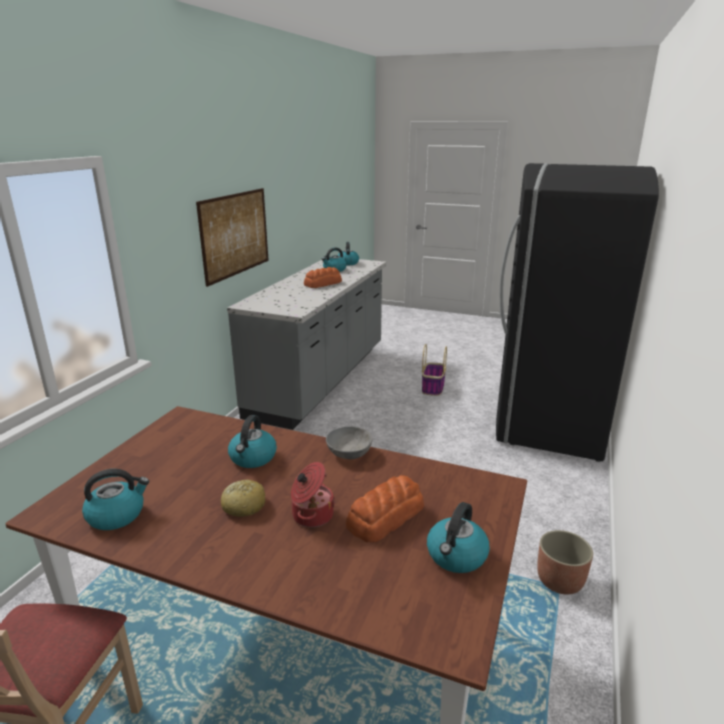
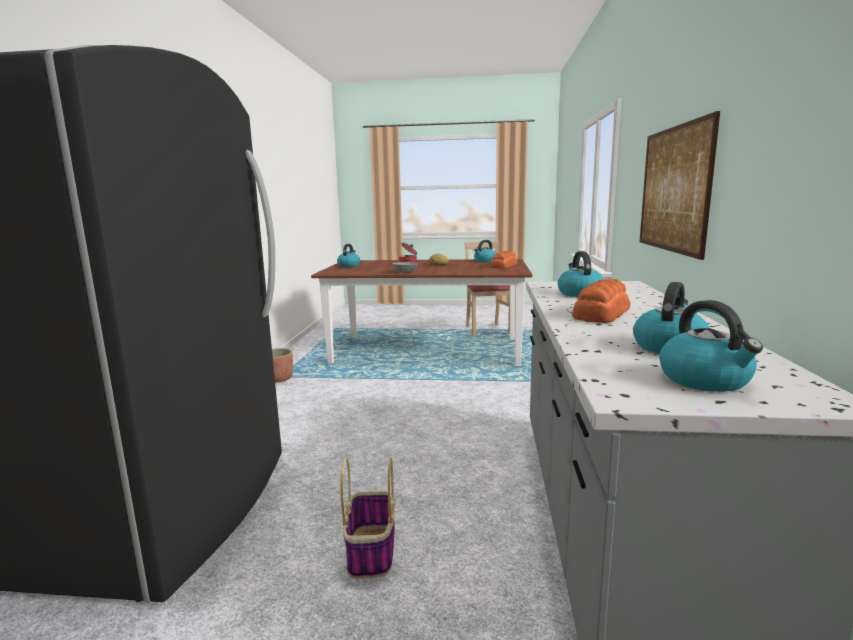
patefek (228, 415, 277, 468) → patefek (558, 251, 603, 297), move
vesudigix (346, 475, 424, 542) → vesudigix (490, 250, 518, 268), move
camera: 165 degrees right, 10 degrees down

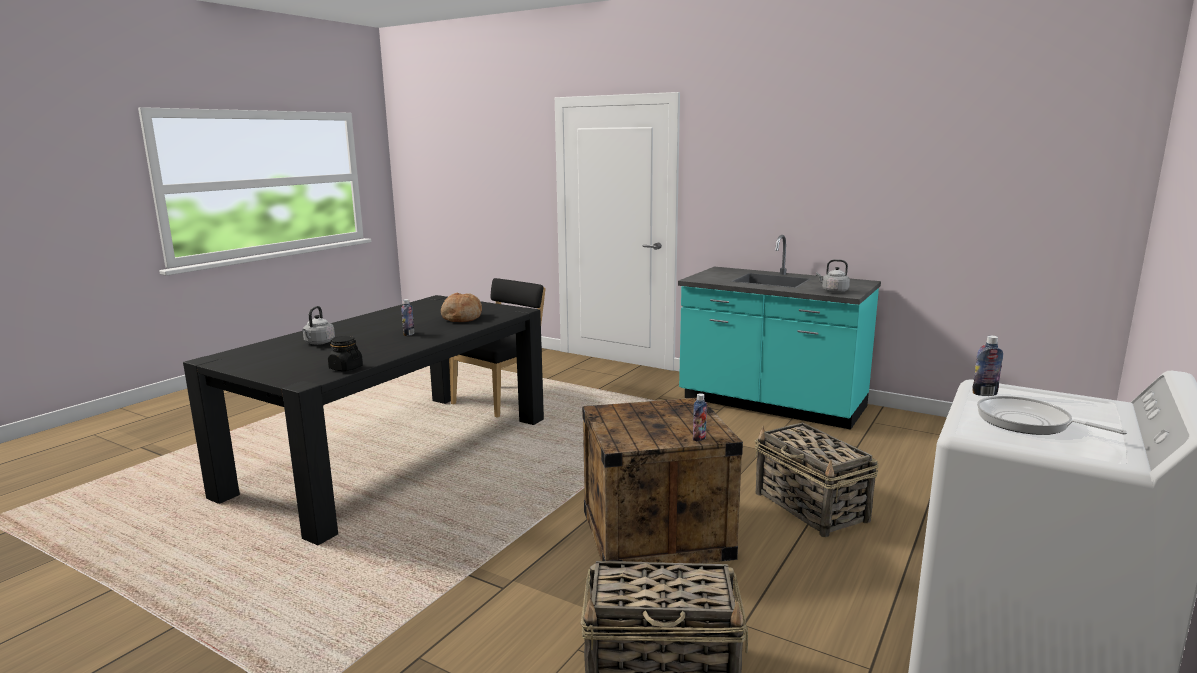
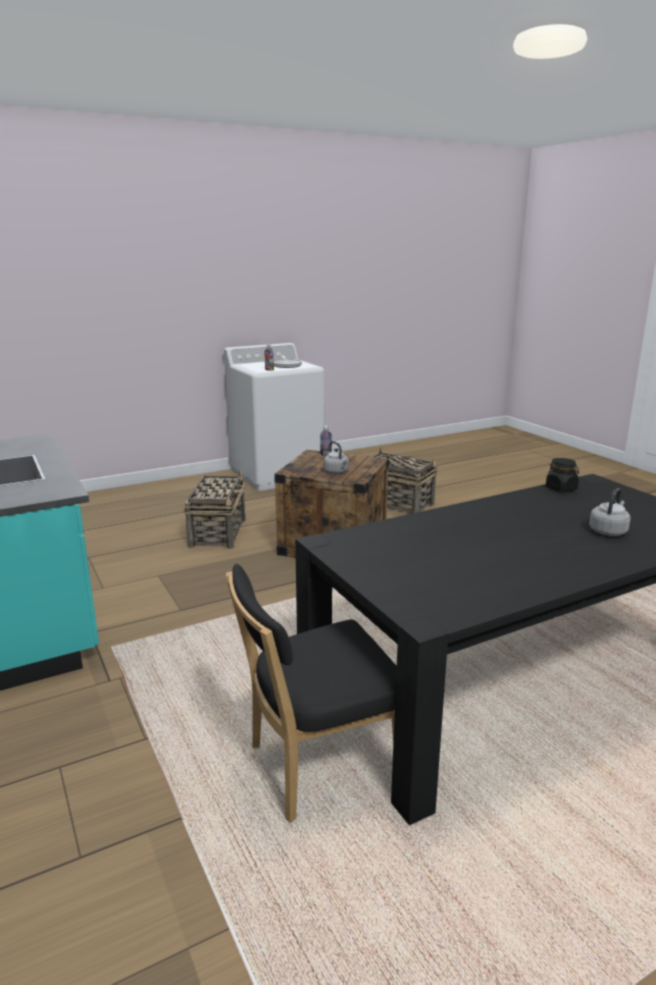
grey patefek (816, 259, 850, 293) → grey patefek (324, 441, 349, 474), move
vesudigix (441, 293, 482, 322) → -
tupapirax (401, 299, 414, 336) → -
camera: 150 degrees left, 5 degrees up

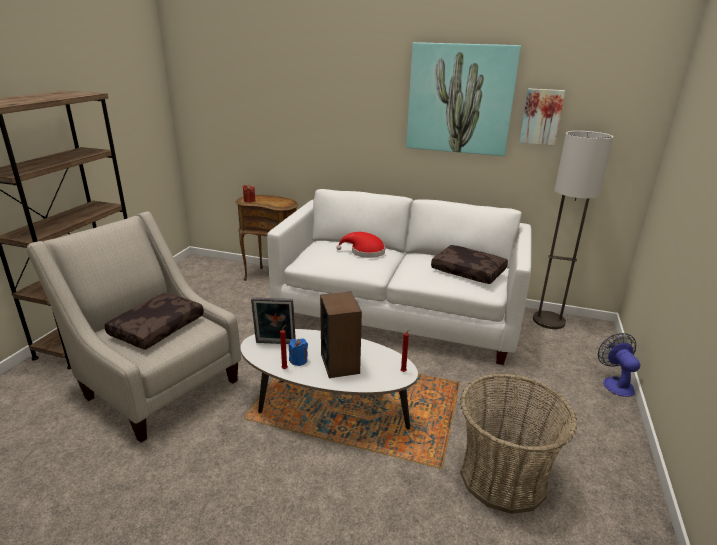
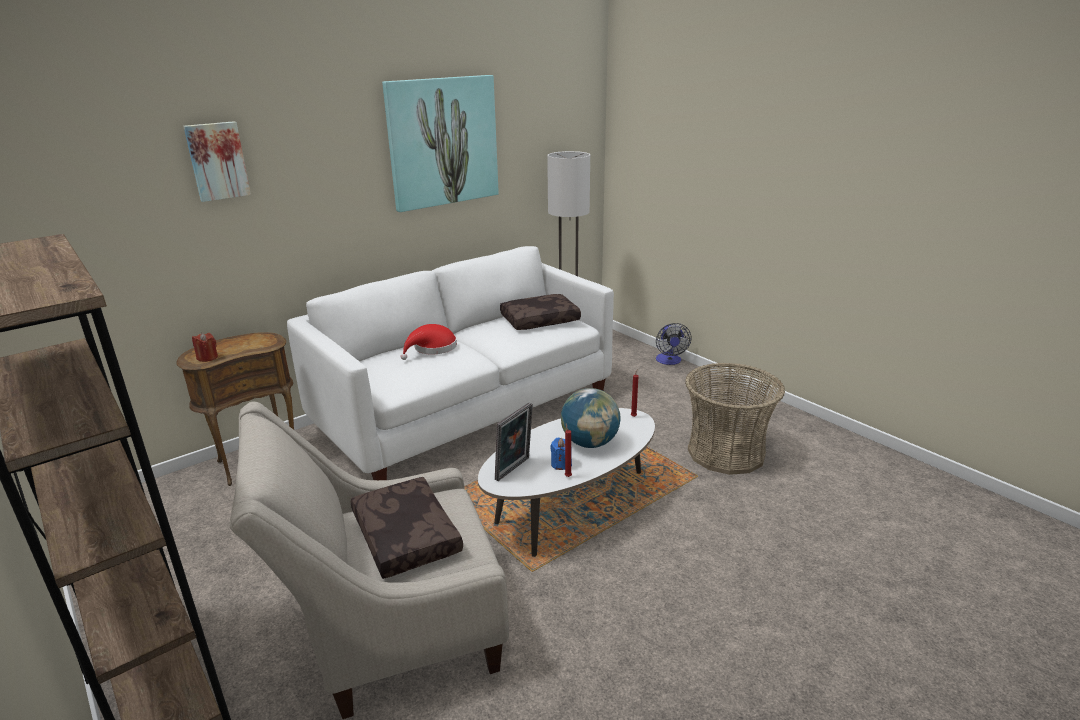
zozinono (519, 88, 565, 145) → zozinono (183, 121, 251, 202), move
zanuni (320, 291, 362, 378) → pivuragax (561, 388, 621, 448)
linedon (598, 333, 640, 397) → linedon (656, 323, 692, 365), 120 degrees counterclockwise
camera: 55 degrees left, 0 degrees up

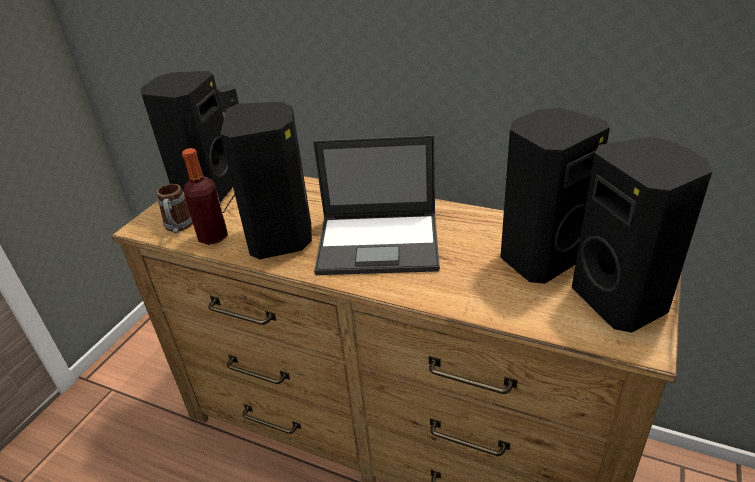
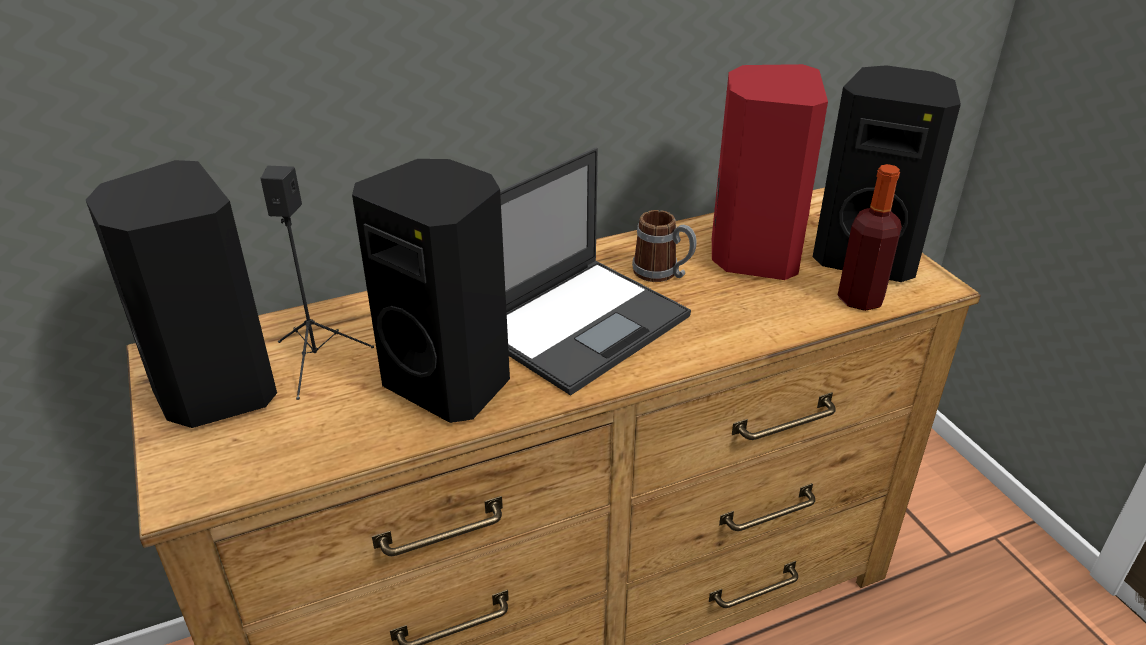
black zanuni (500, 108, 610, 284) → red zanuni (712, 64, 828, 280)
tupapirax (182, 148, 228, 245) → tupapirax (837, 164, 902, 311), move
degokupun (156, 184, 193, 233) → degokupun (632, 210, 697, 282), move
camera: 50 degrees left, 0 degrees up

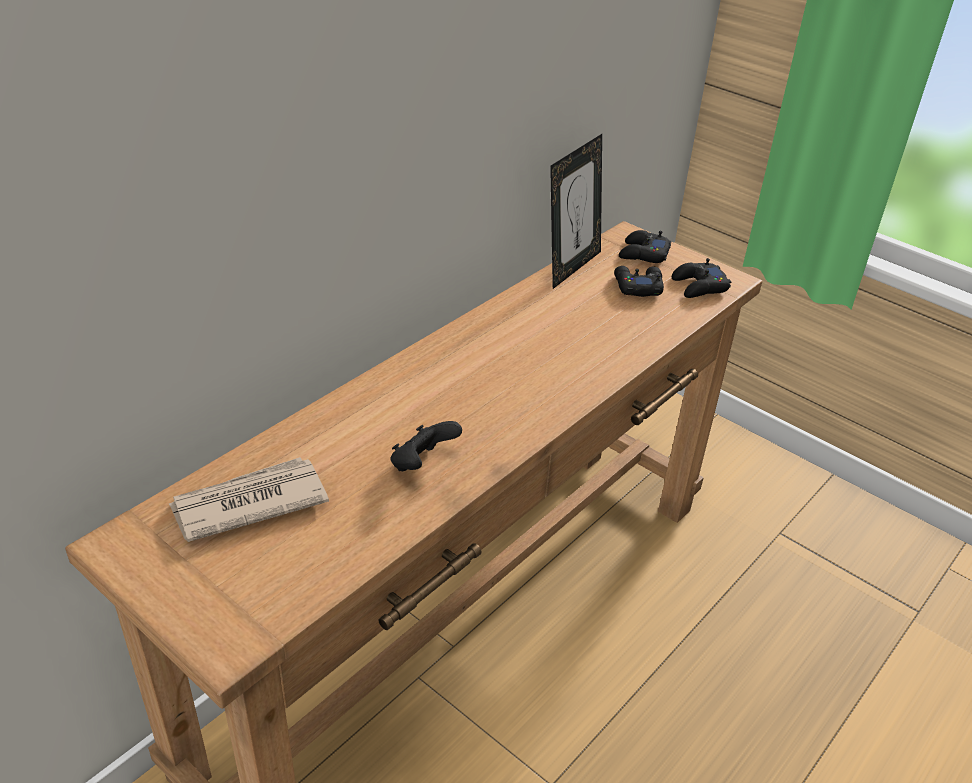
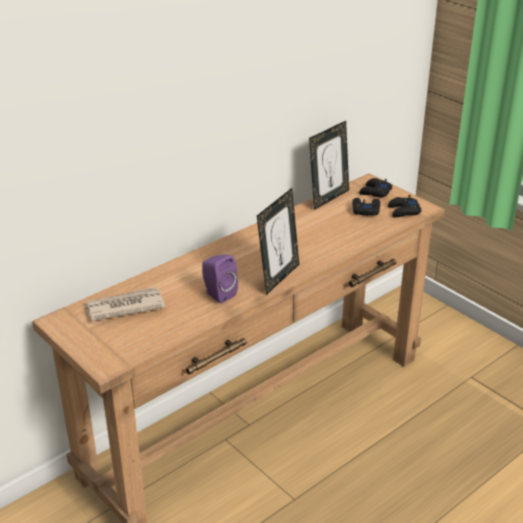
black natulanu (390, 421, 462, 471) → purple zanuni (202, 254, 238, 303)
- → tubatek (257, 188, 299, 295)
camera: 10 degrees right, 5 degrees down

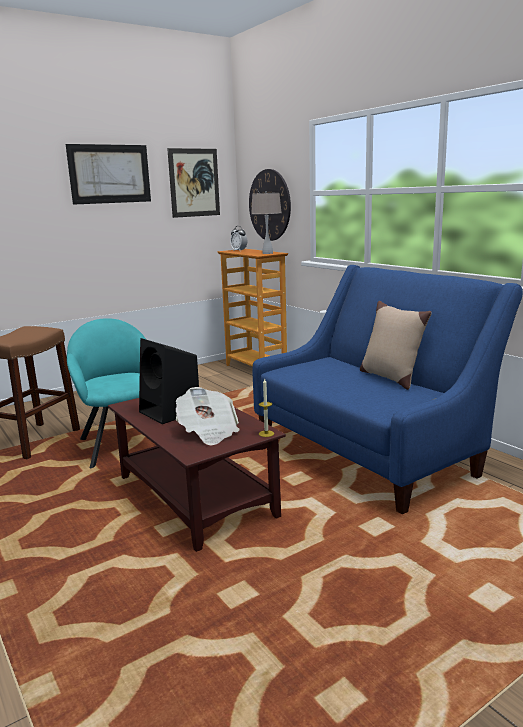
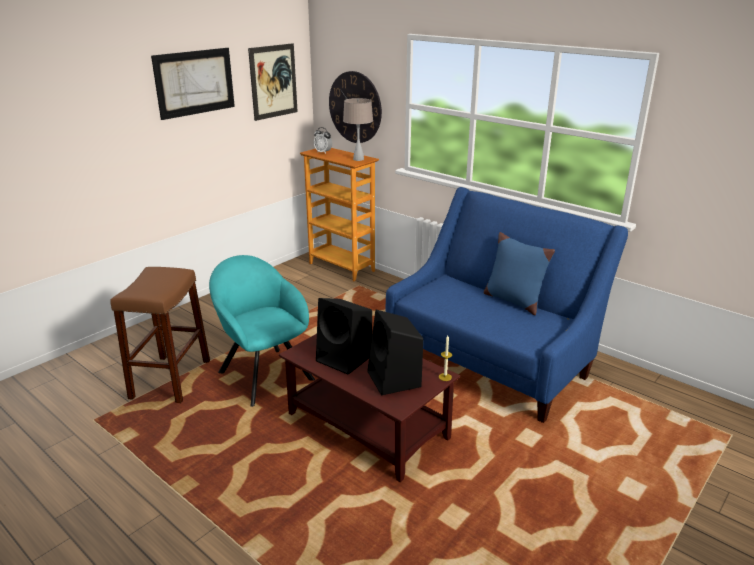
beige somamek (360, 301, 431, 390) → blue somamek (484, 232, 555, 315)
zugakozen (176, 387, 240, 446) → black zanuni (367, 310, 423, 395)
camera: 15 degrees left, 10 degrees up

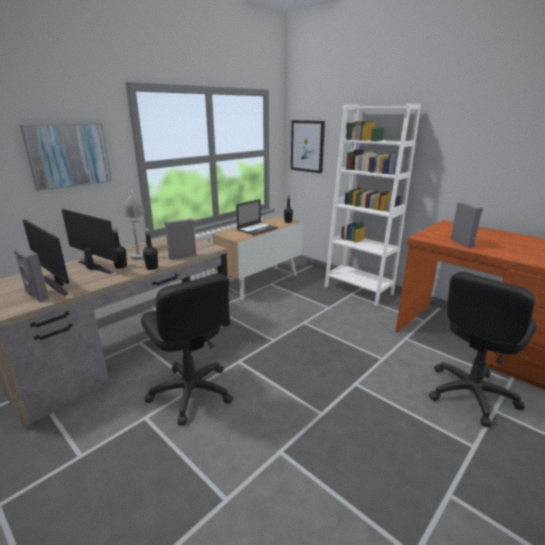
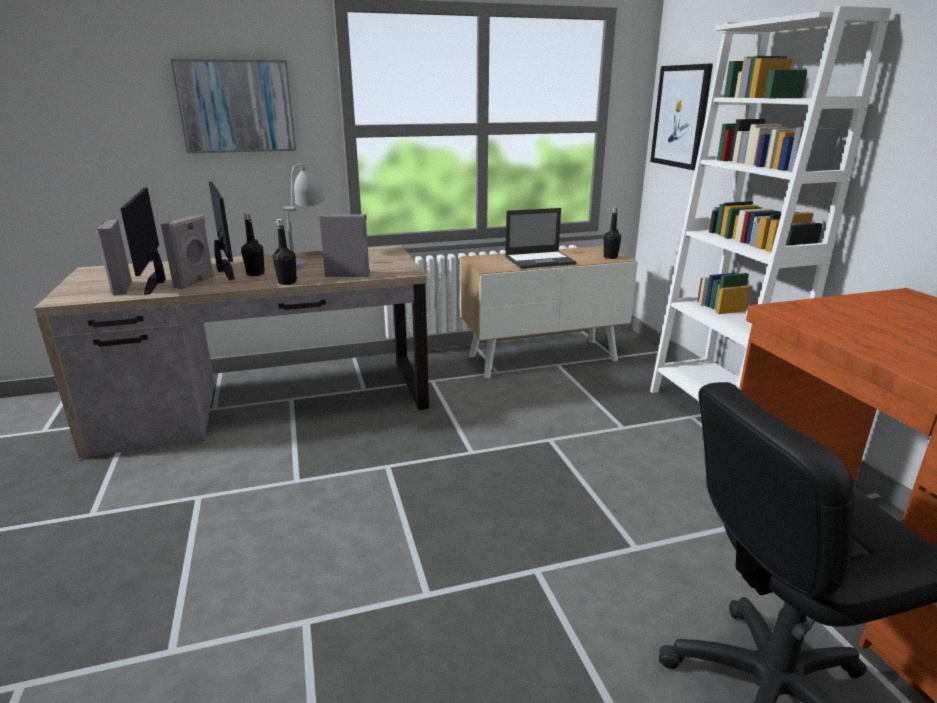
grey zanuni (450, 202, 483, 248) → grey zanuni (161, 215, 214, 289), move
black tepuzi (141, 273, 233, 425) → -
camera: 30 degrees right, 0 degrees up

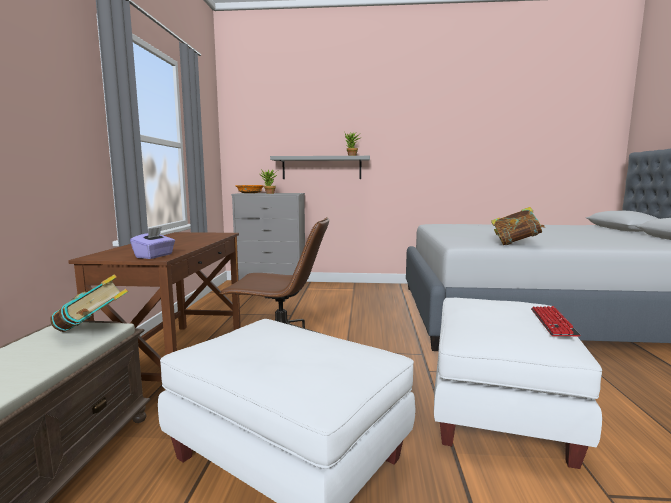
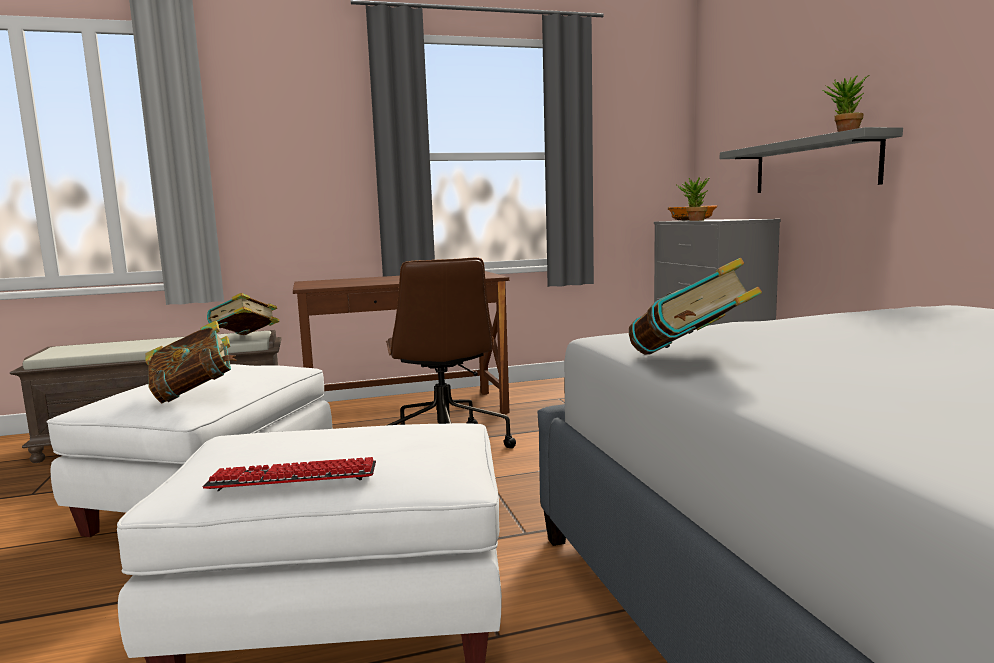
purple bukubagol (130, 227, 175, 259) → -
- → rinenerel (146, 321, 236, 403)
camera: 70 degrees right, 0 degrees up

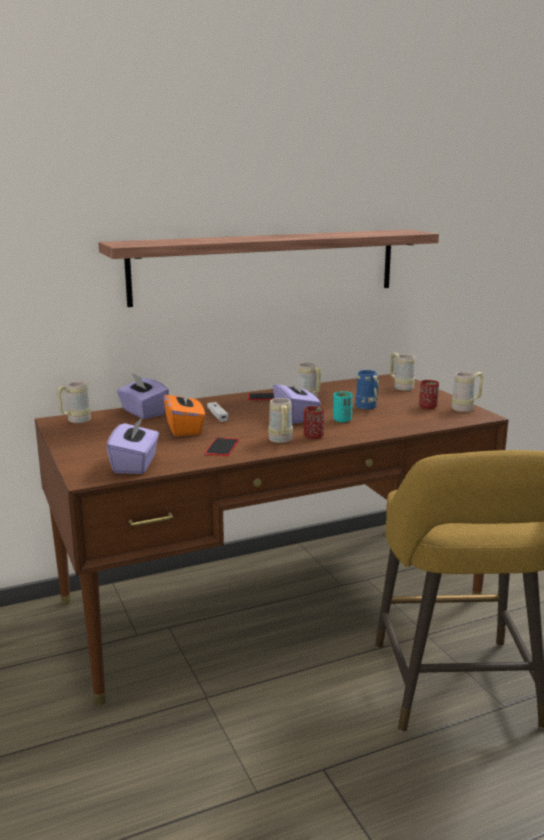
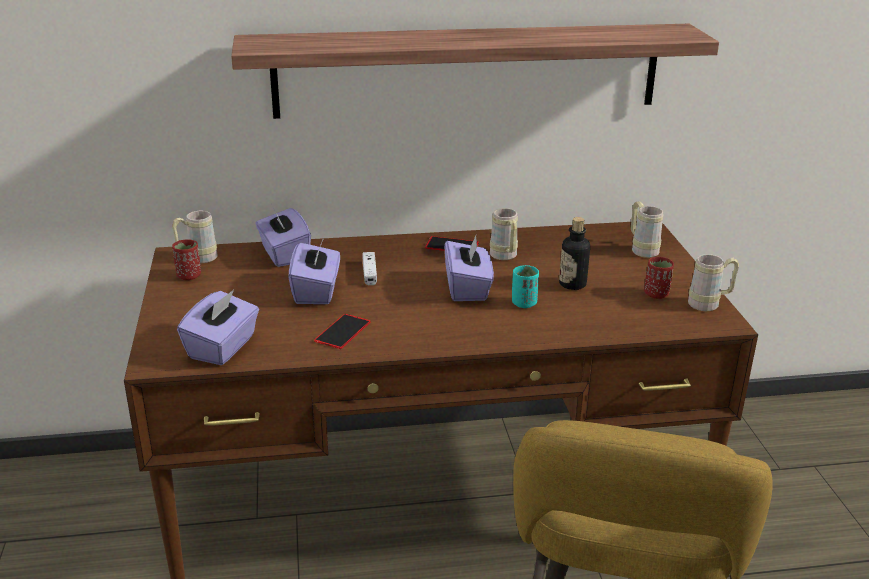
blue degokupun (355, 370, 379, 409) → tupapirax (559, 217, 590, 290)
orange bukubagol (164, 387, 205, 436) → purple bukubagol (288, 236, 340, 304)
beige degokupun (268, 398, 293, 443) → -
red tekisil (304, 406, 324, 439) → red tekisil (172, 239, 201, 280), move
camera: 15 degrees right, 10 degrees up

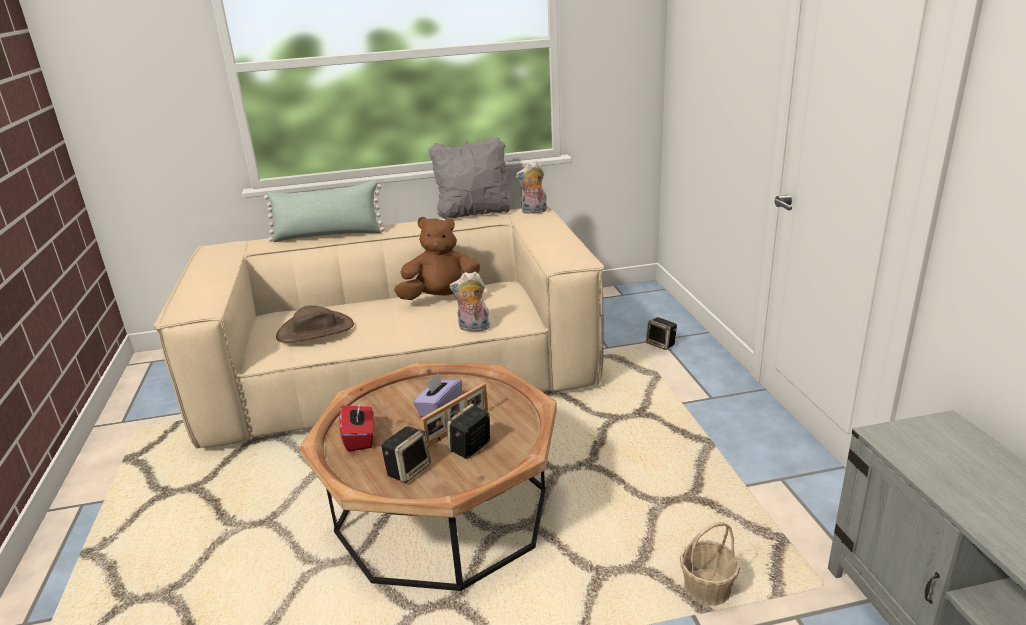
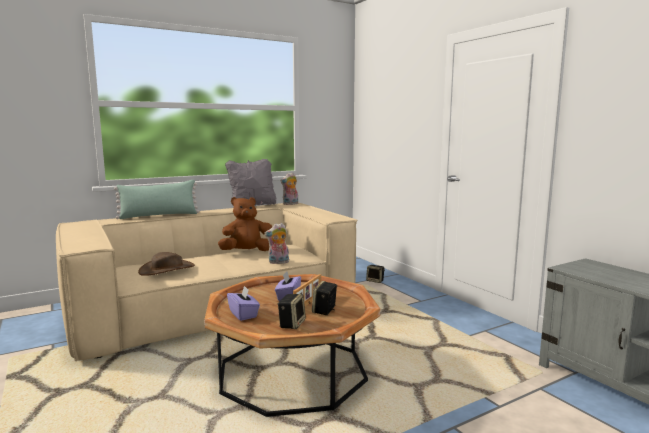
red bukubagol (339, 403, 374, 452) → purple bukubagol (227, 286, 260, 321)
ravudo (680, 522, 740, 606) → -
camera: 20 degrees left, 15 degrees down

